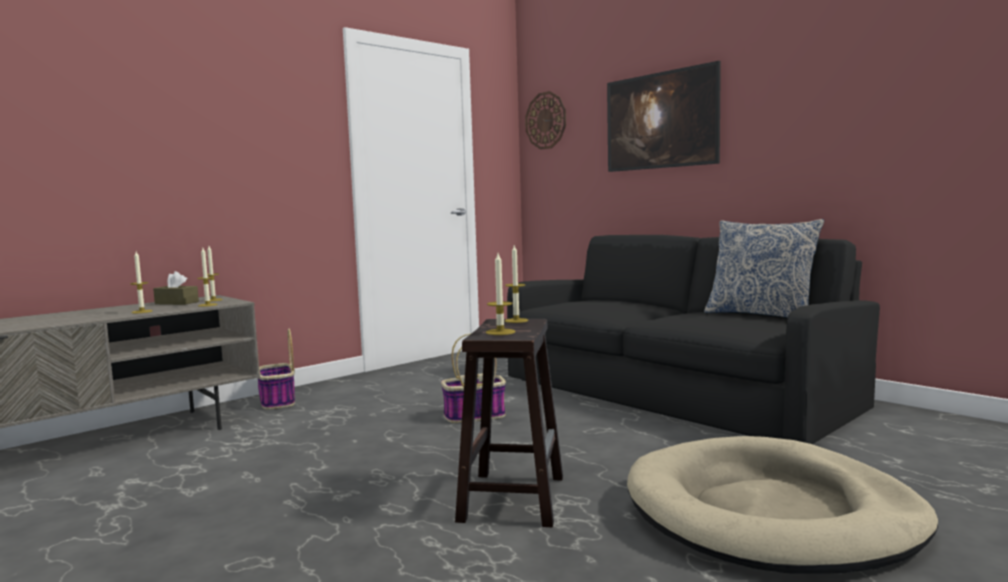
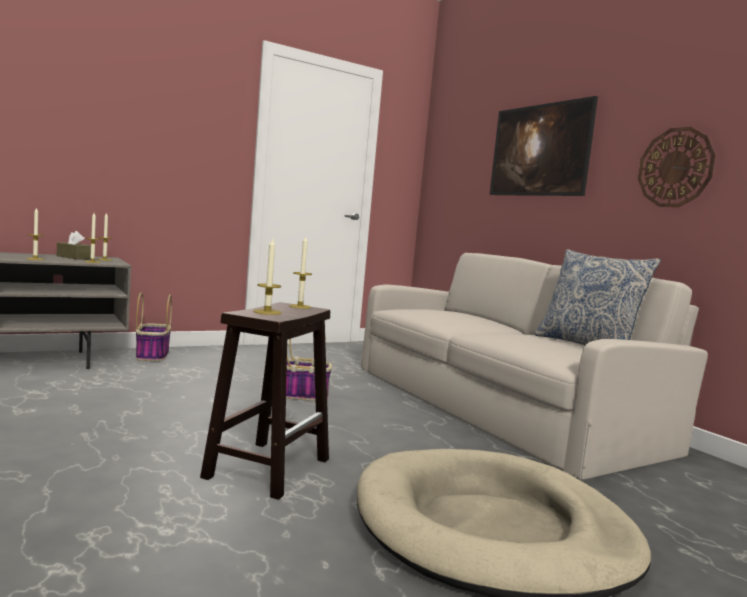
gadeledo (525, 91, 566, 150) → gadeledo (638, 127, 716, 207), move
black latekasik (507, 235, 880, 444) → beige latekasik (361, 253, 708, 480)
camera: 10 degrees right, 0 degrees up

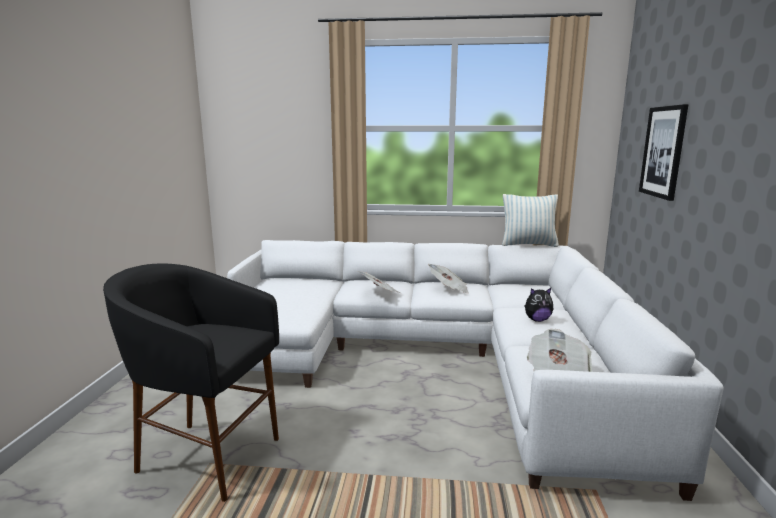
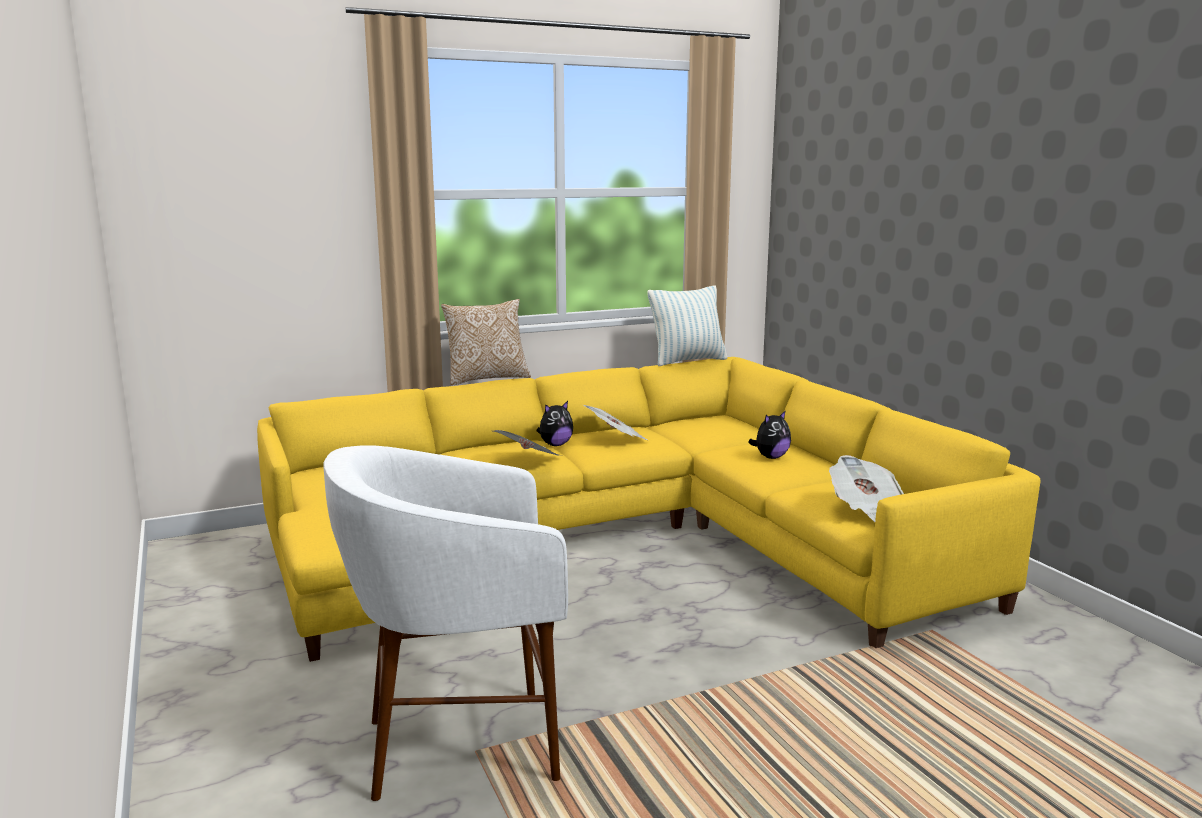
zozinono (639, 104, 688, 201) → -
white latekasik (227, 240, 723, 501) → yellow latekasik (257, 357, 1041, 662)
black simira (103, 263, 279, 502) → white simira (323, 445, 568, 801)
- → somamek (441, 299, 531, 386)
- → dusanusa (537, 401, 573, 446)
camera: 30 degrees left, 0 degrees up

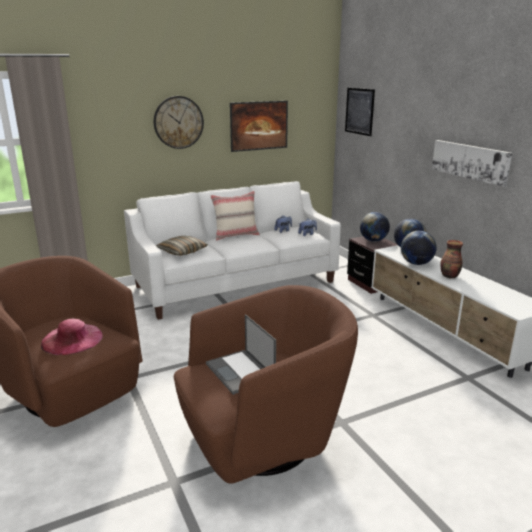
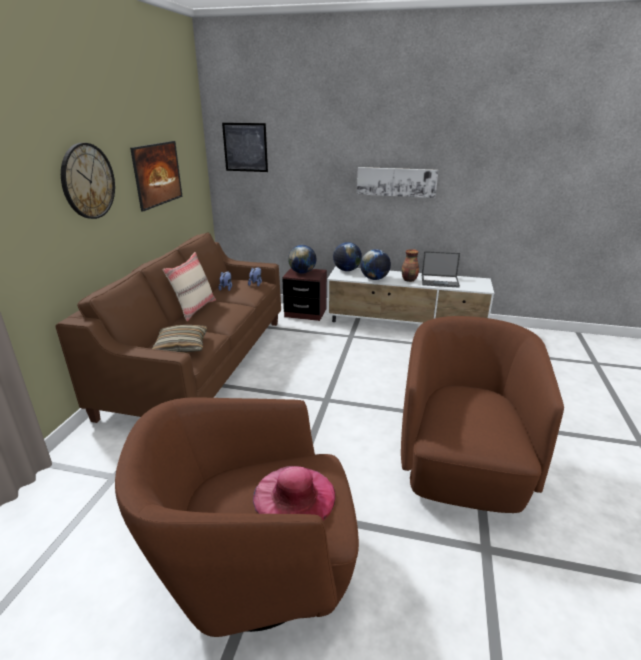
white latekasik (124, 181, 341, 320) → brown latekasik (55, 232, 281, 423)
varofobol (206, 314, 276, 395) → varofobol (422, 251, 460, 288), move
camera: 50 degrees left, 5 degrees up

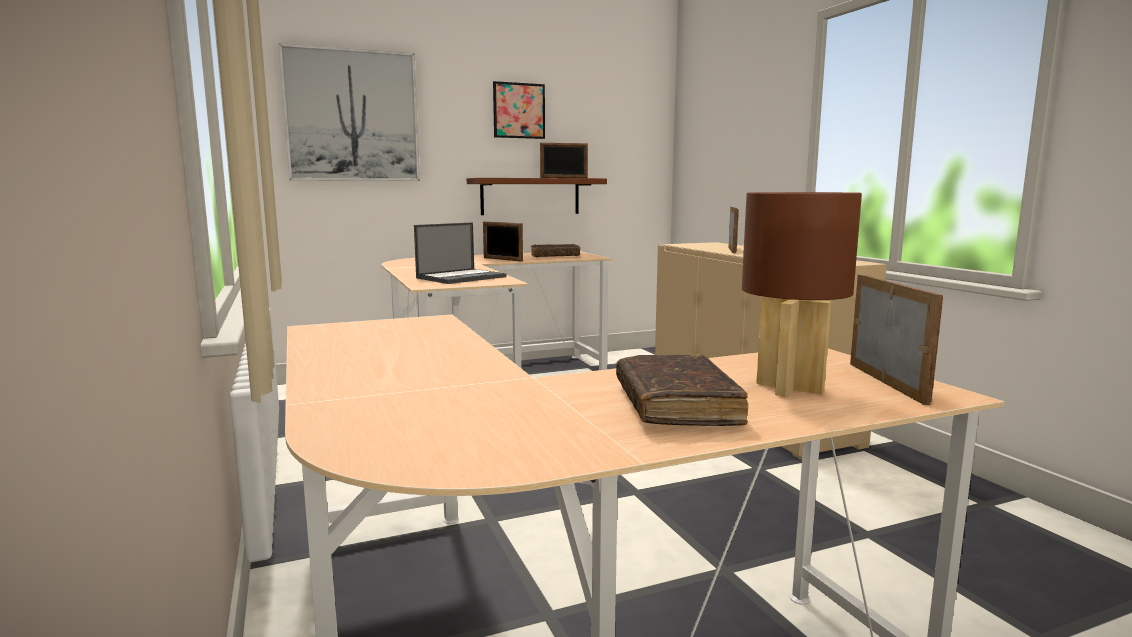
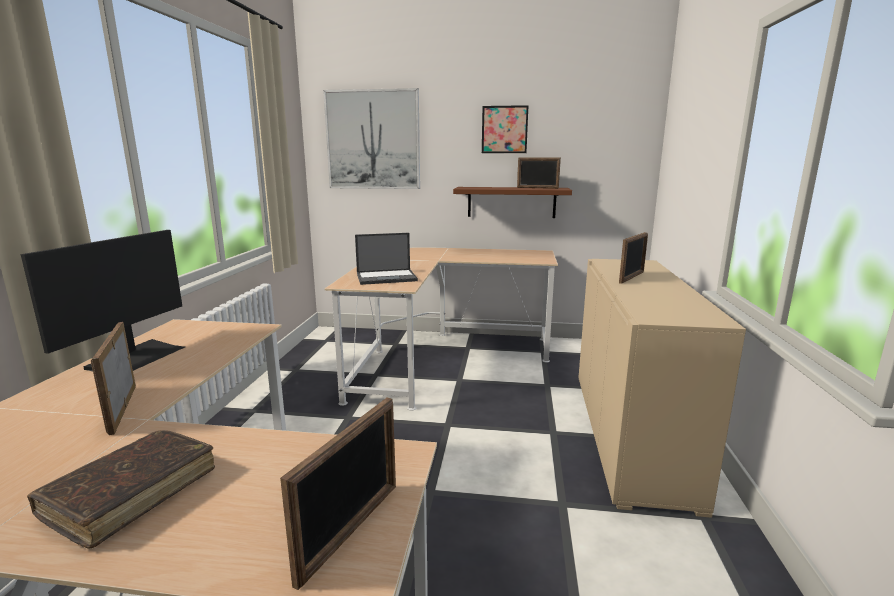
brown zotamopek (742, 192, 862, 397) → -
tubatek (483, 222, 523, 262) → tubatek (91, 322, 136, 435), move
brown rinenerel (531, 244, 580, 257) → -
- → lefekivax (21, 230, 185, 371)
camera: 30 degrees right, 5 degrees up

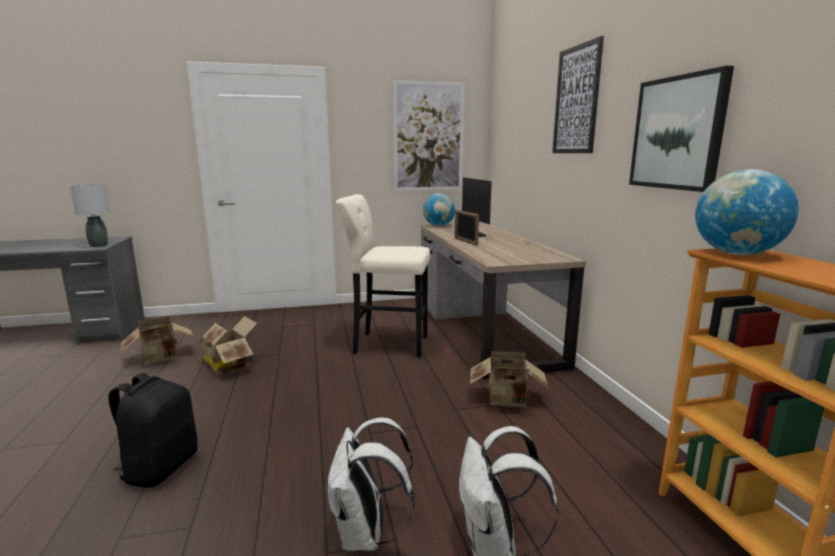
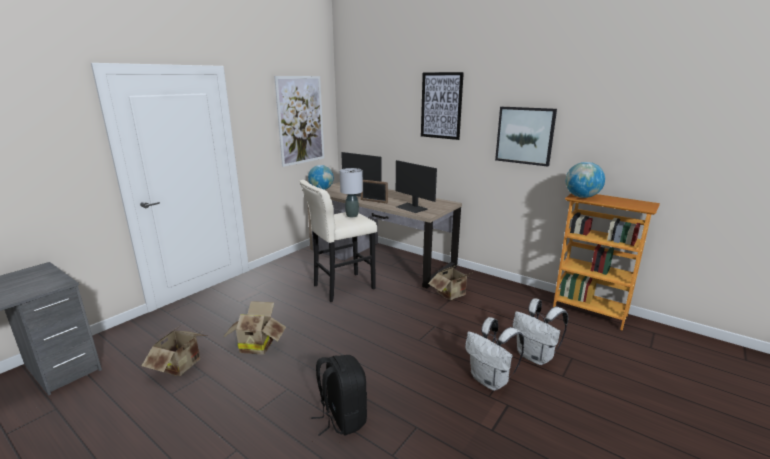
grey zotamopek (70, 184, 110, 247) → grey zotamopek (340, 168, 363, 217), move
- → lefekivax (396, 160, 437, 213)
camera: 40 degrees left, 5 degrees up

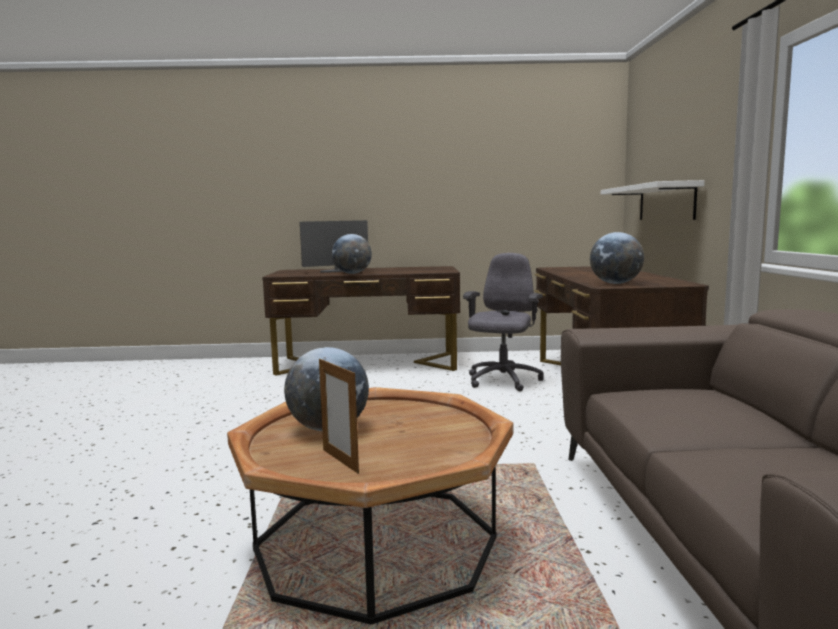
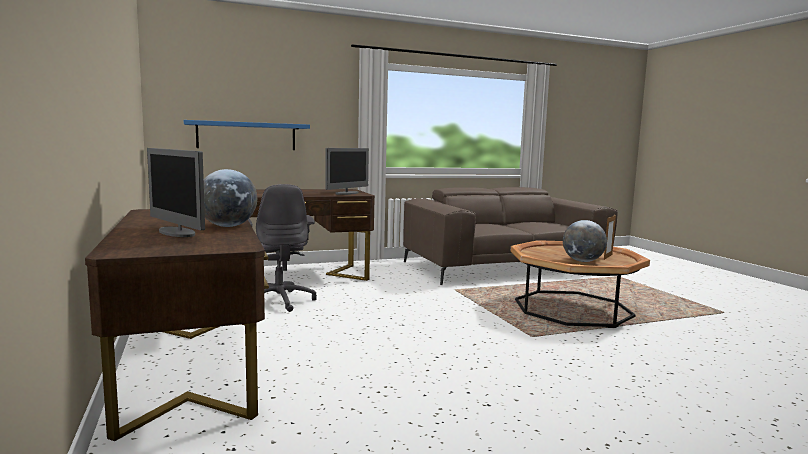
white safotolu (601, 180, 705, 220) → blue safotolu (184, 120, 310, 150)
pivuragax (590, 232, 644, 284) → lefekivax (325, 148, 369, 195)
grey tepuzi (463, 253, 544, 391) → grey tepuzi (248, 184, 317, 312), 120 degrees counterclockwise
camera: 110 degrees left, 0 degrees up

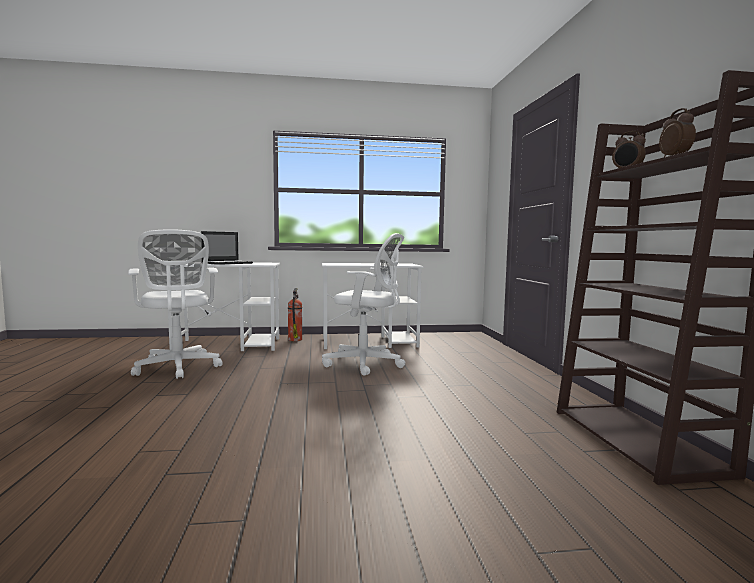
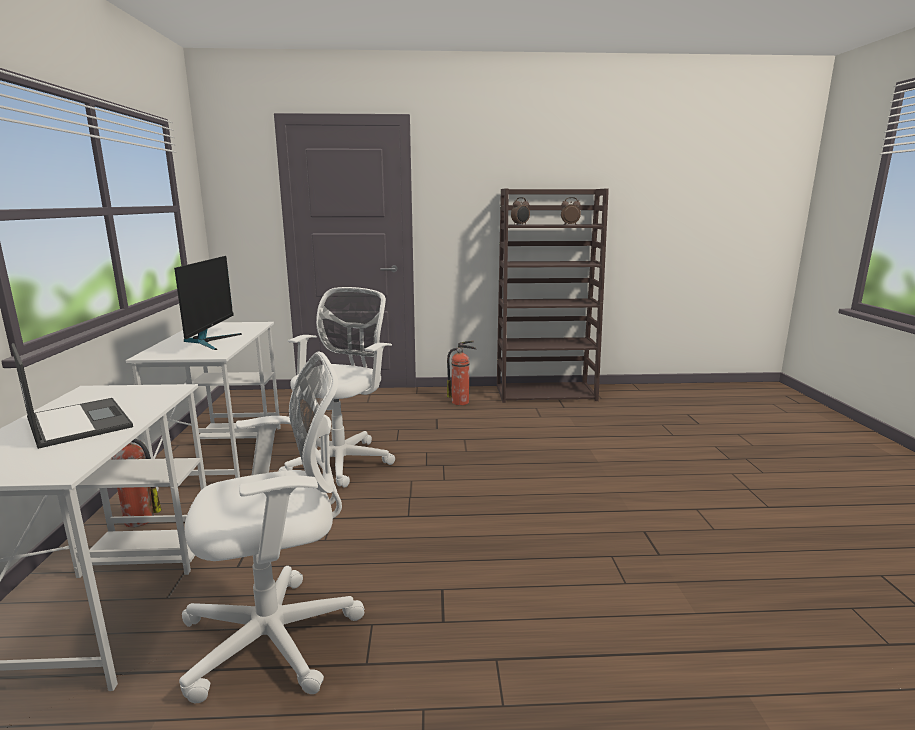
- → lefekivax (174, 256, 242, 350)
- → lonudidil (447, 341, 477, 405)
camera: 85 degrees left, 10 degrees up

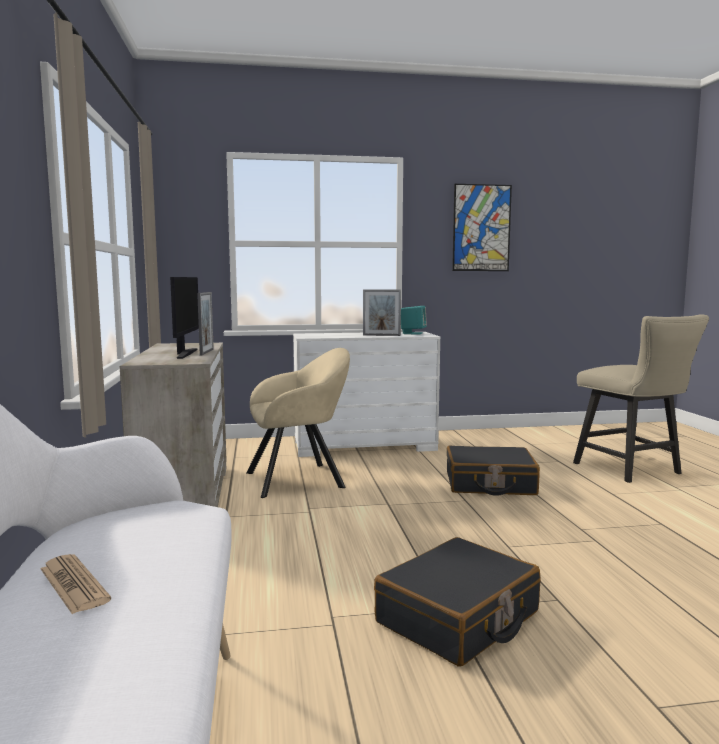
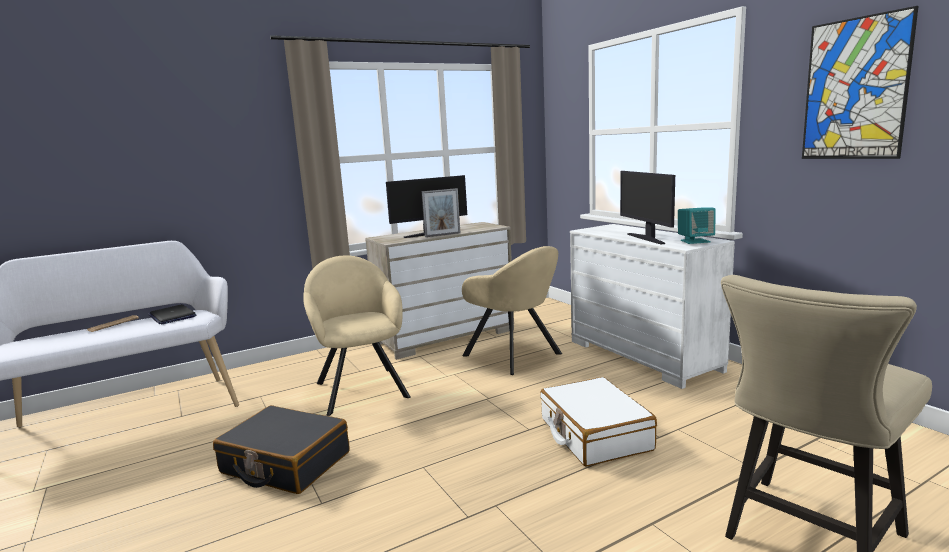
tubatek (363, 289, 401, 336) → lefekivax (620, 171, 675, 245)
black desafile (447, 445, 540, 496) → white desafile (540, 377, 657, 467)
- → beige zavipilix (303, 255, 411, 416)
- → varofobol (148, 304, 196, 325)
camera: 70 degrees right, 5 degrees up

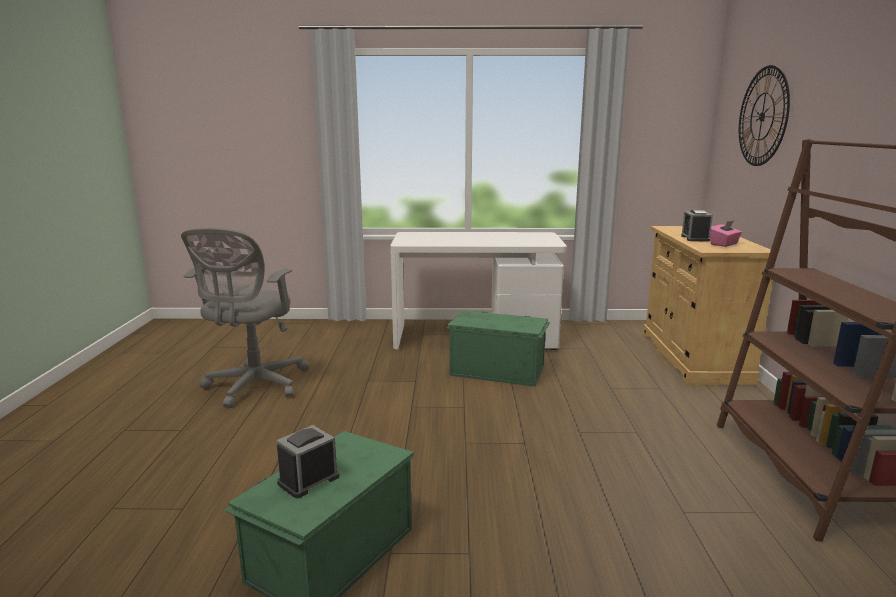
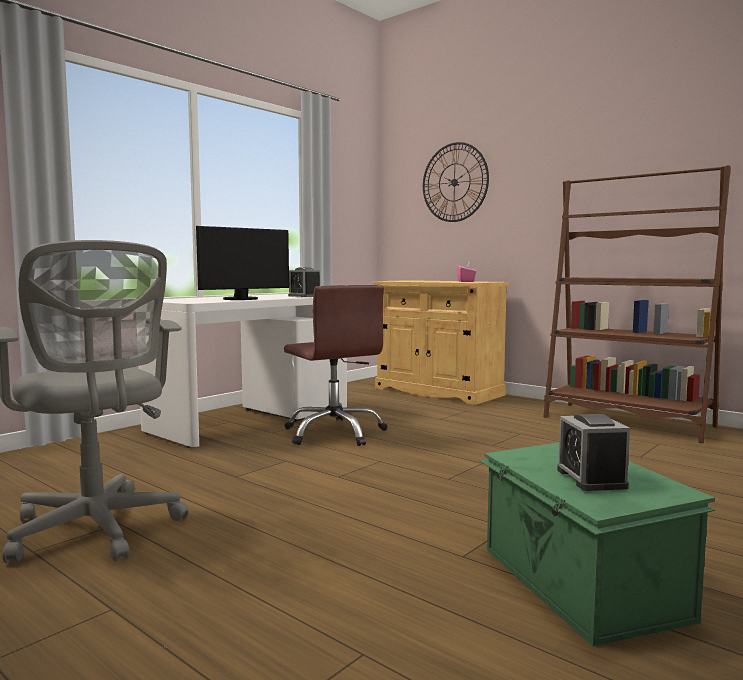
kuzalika (681, 210, 713, 242) → kuzalika (288, 267, 320, 297), move
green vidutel (447, 311, 550, 387) → brown tepuzi (284, 285, 387, 446)
- → lefekivax (196, 226, 289, 300)
camera: 50 degrees left, 10 degrees down

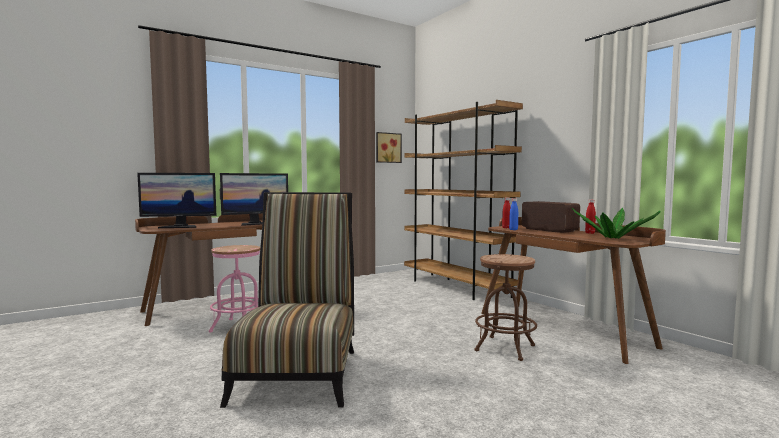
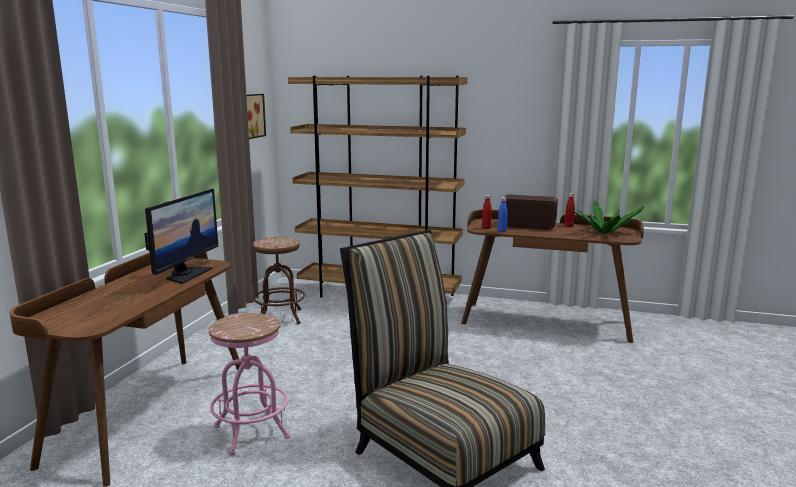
lefekivax (137, 173, 216, 228) → -
brown simira (474, 254, 537, 361) → brown simira (253, 237, 305, 324), move
camera: 40 degrees left, 10 degrees up

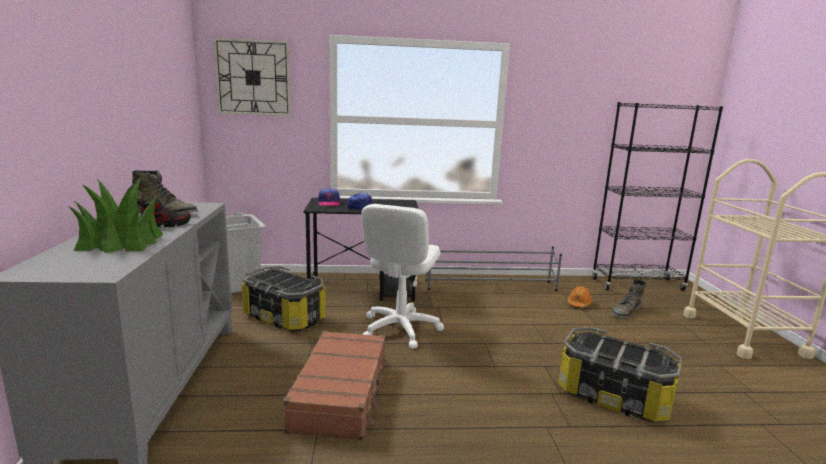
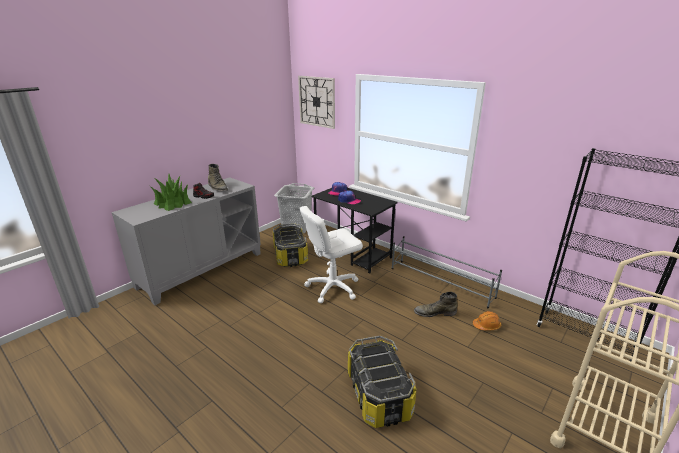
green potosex (611, 280, 647, 318) → green potosex (414, 292, 458, 317), move
brown desafile (283, 331, 389, 441) → -
camera: 45 degrees right, 10 degrees up

